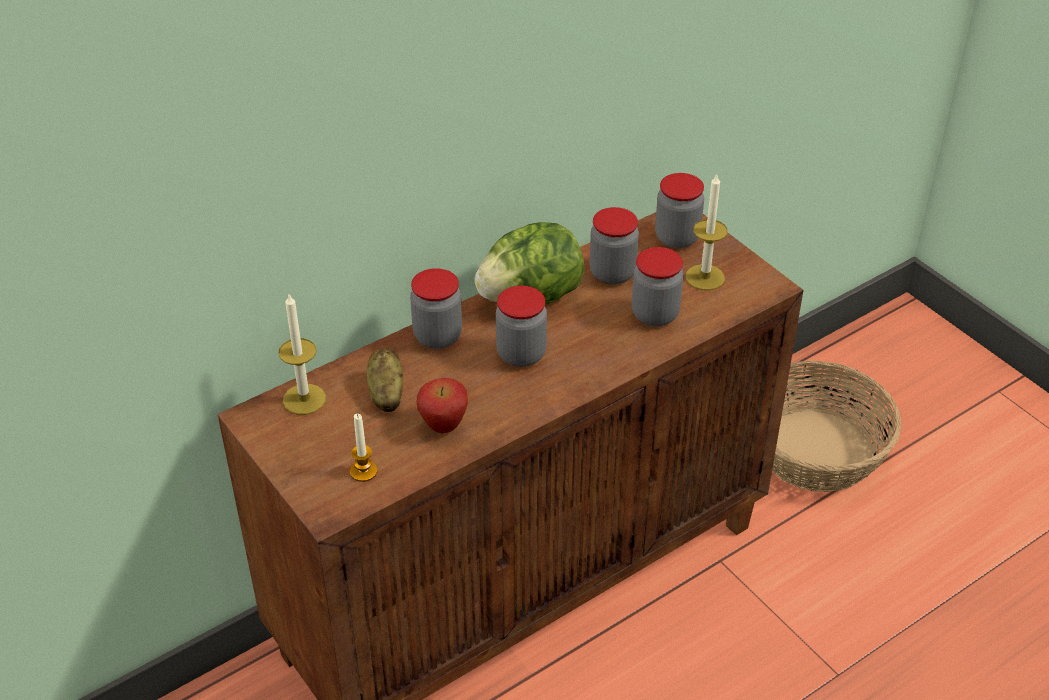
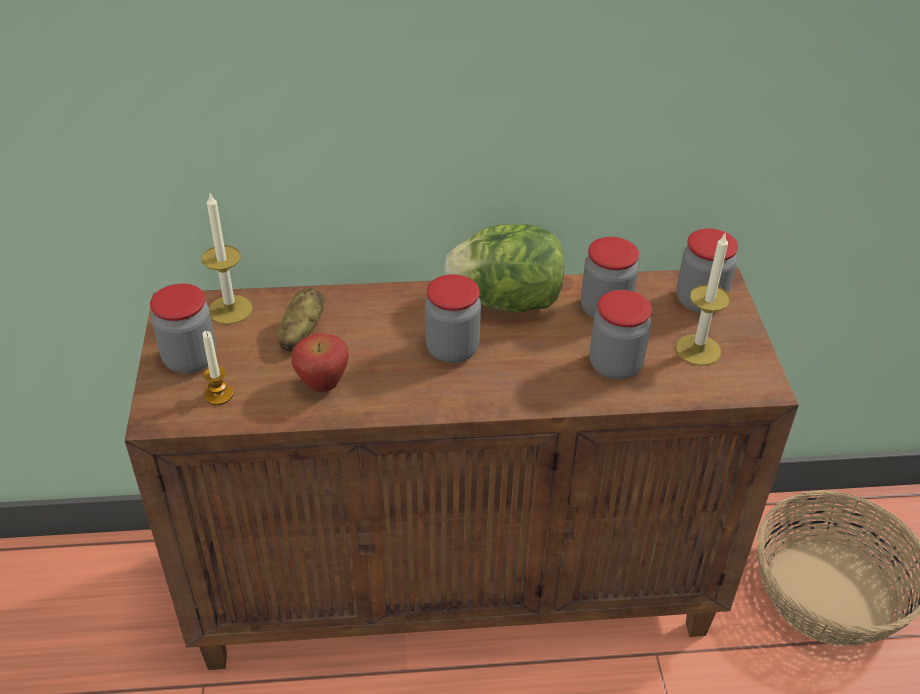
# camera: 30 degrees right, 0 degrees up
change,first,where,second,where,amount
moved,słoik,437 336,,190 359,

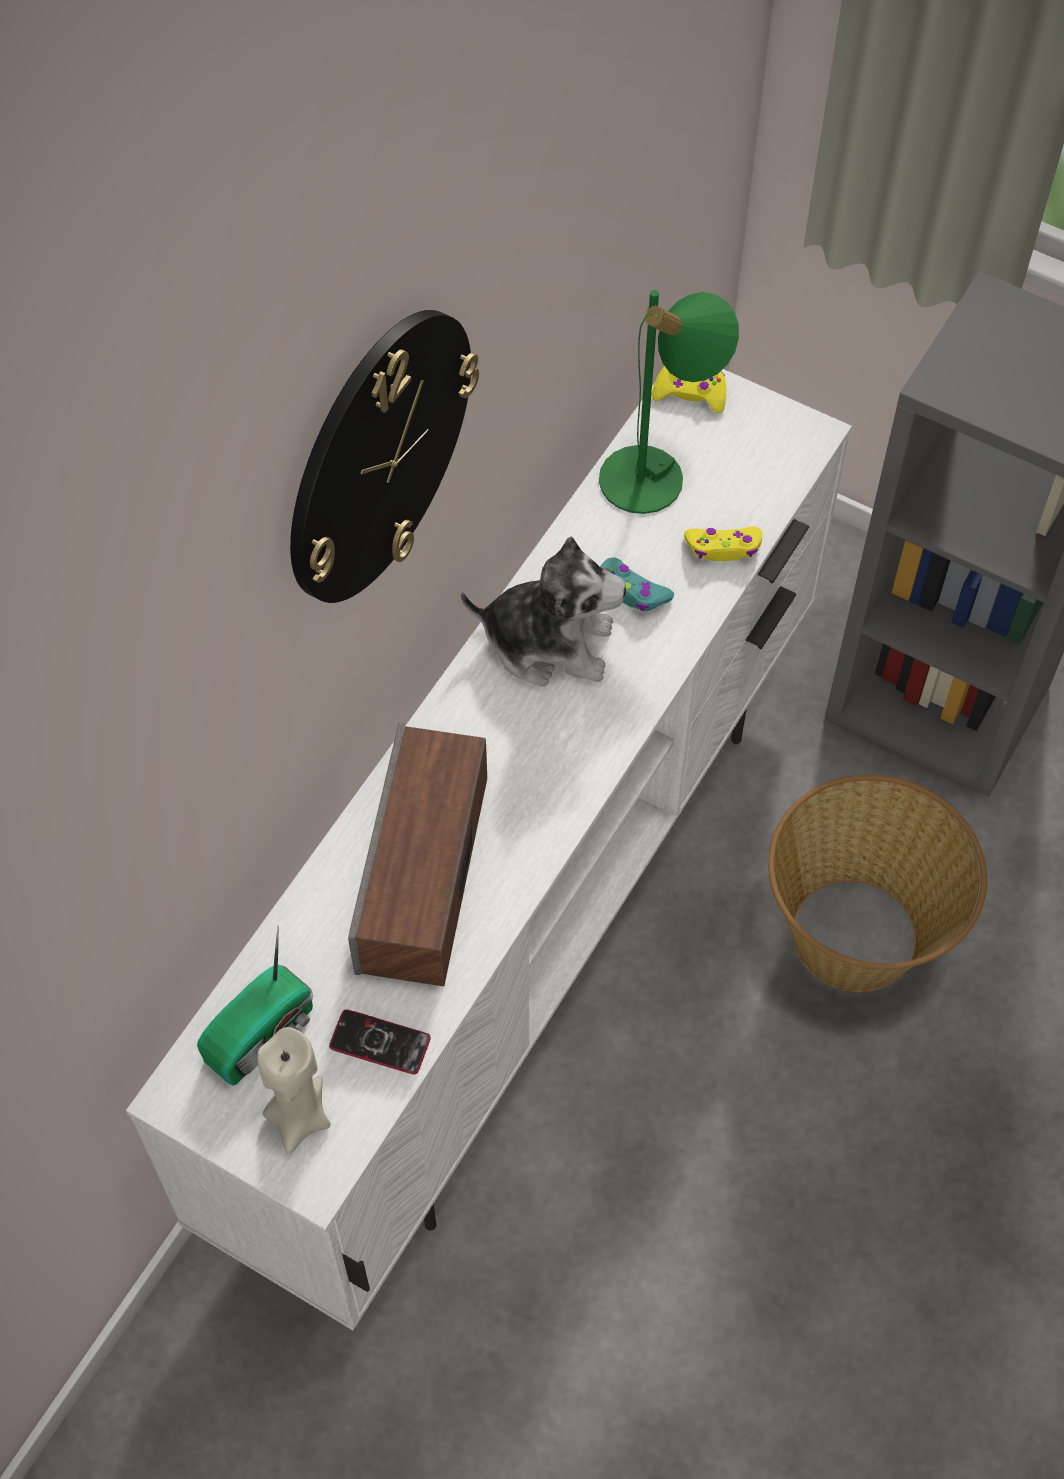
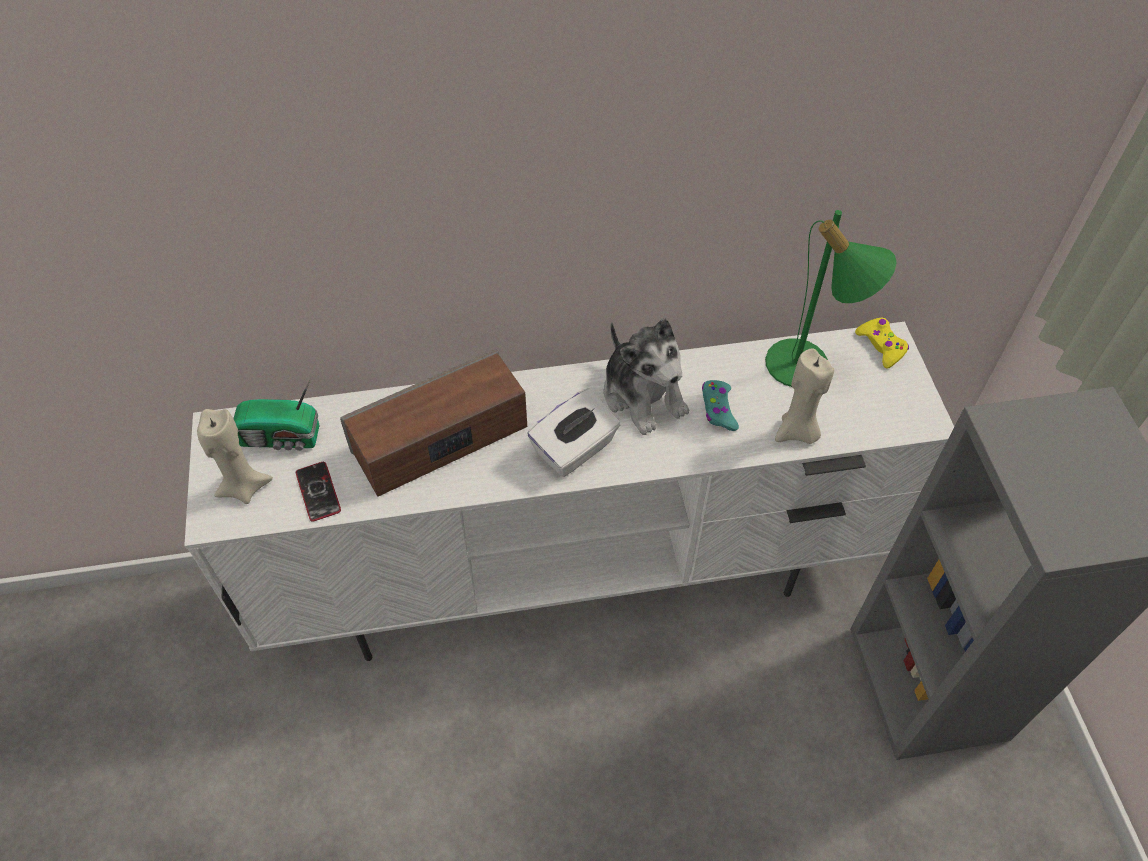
# camera: 50 degrees right, 5 degrees down
change,first,where,second,where,amount
removed,zegar ścienny,378 456,,,
replaced,pad do gier [żółty],723 548,świeca [beżowy],797 432,
removed,koszyk,856 935,,,
added,,,pudełko chusteczek [biały],574 449,

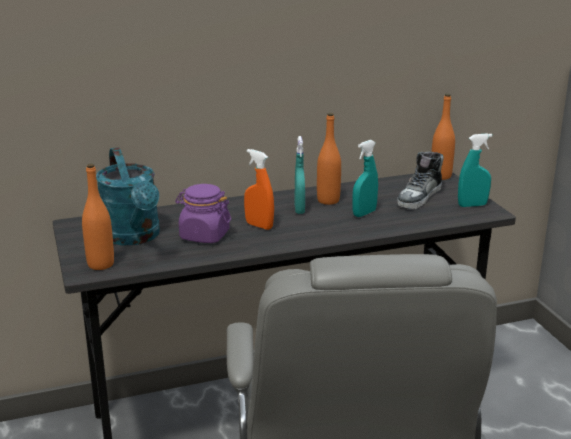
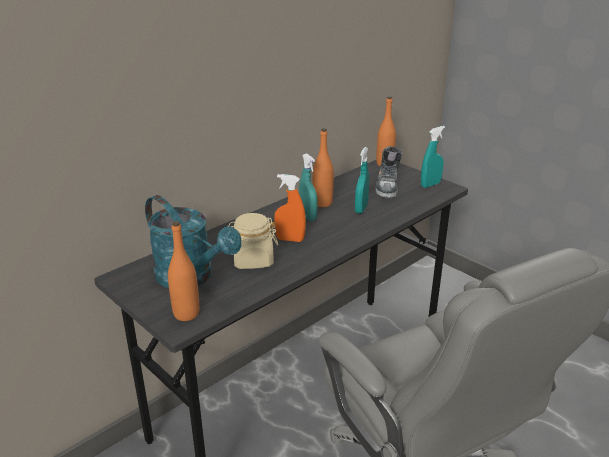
# camera: 25 degrees left, 5 degrees up
change,first,where,second,where,amount
recoloured,słoik [fioletowy],204 235,słoik [beżowy],253 260,

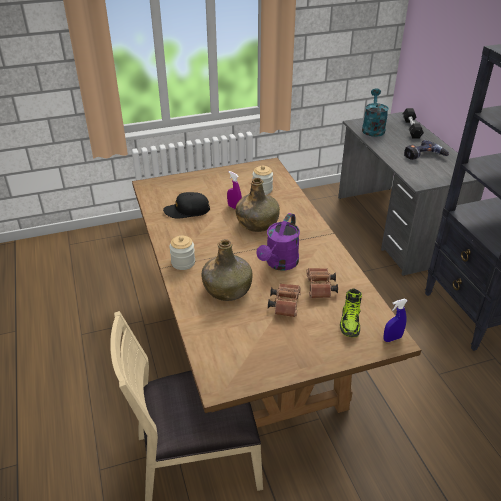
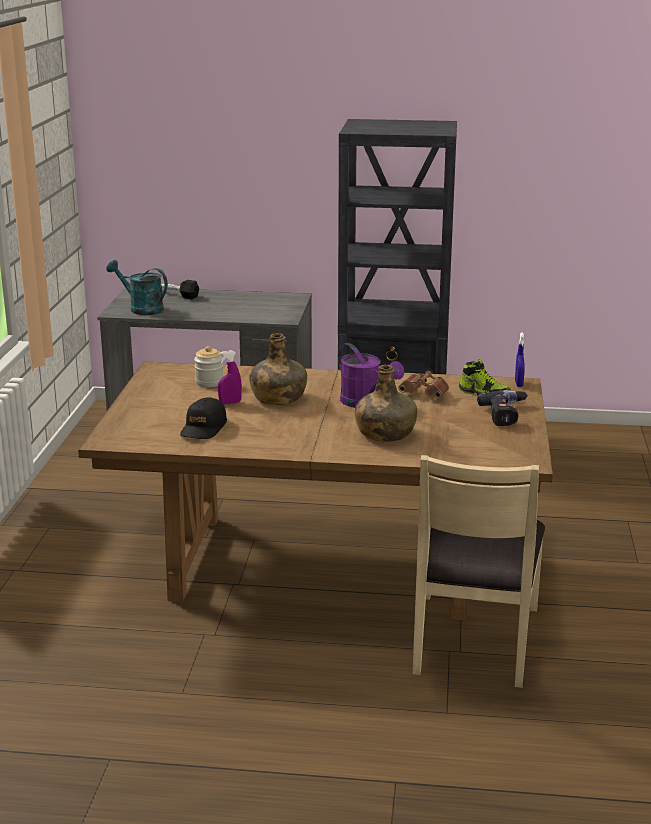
# camera: 65 degrees left, 15 degrees down
change,first,where,second,where,amount
removed,słoik,183 263,,,
removed,lornetka [brązowy],285 304,,,
moved,wiertarka,424 157,,507 415,

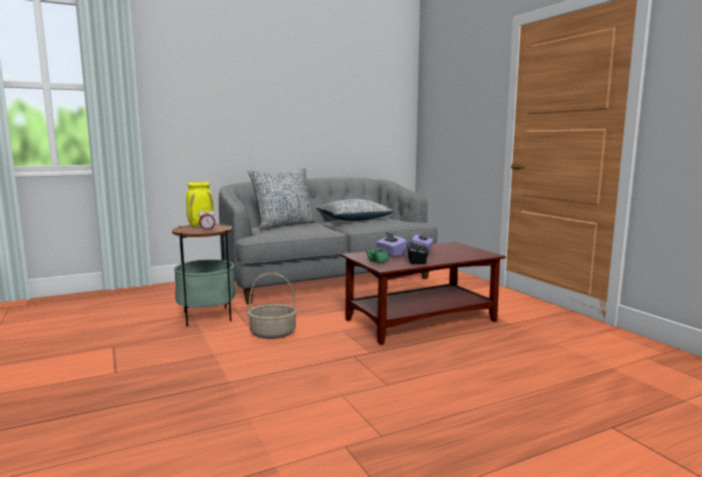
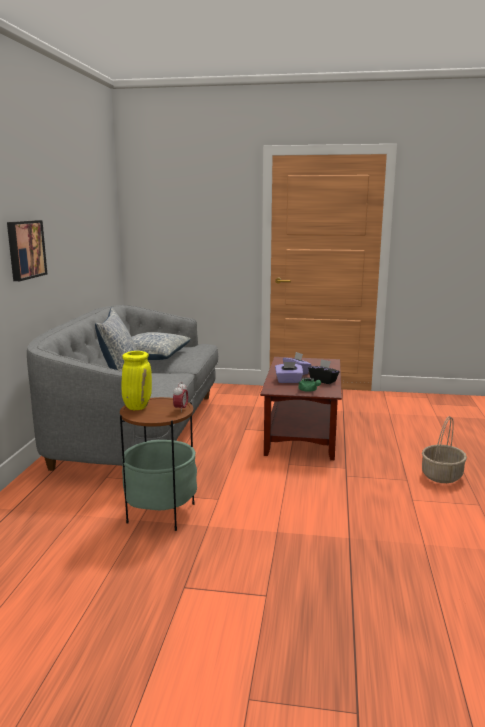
# camera: 55 degrees left, 5 degrees up
change,first,where,second,where,amount
moved,koszyk,273 333,,441 475,
added,,,obraz,25 249,

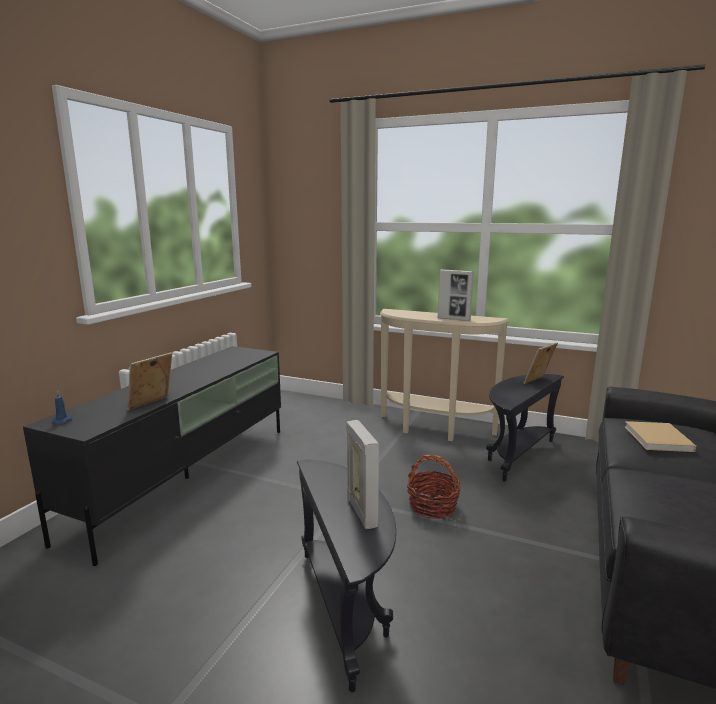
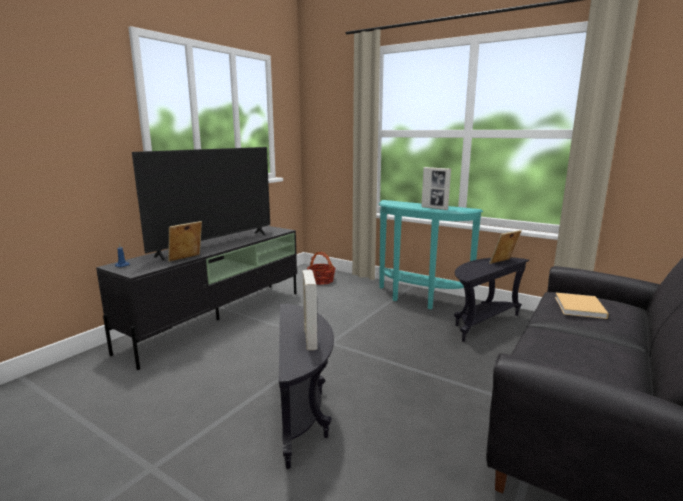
# camera: 10 degrees right, 0 degrees up
change,first,where,second,where,amount
recoloured,stolik konsolowy [beżowy],433 430,stolik konsolowy [turkusowy],418 300,
moved,koszyk,432 506,,321 280,
added,,,telewizor,215 245,

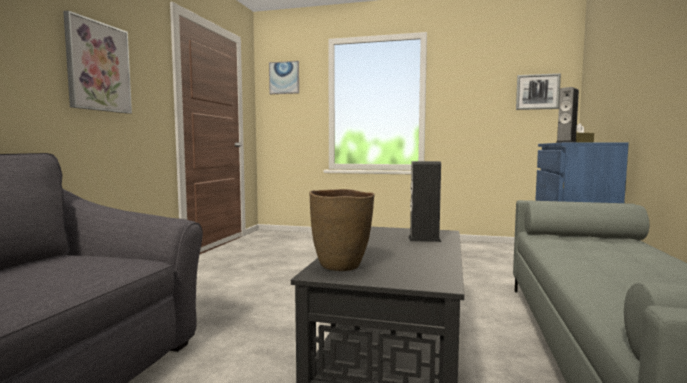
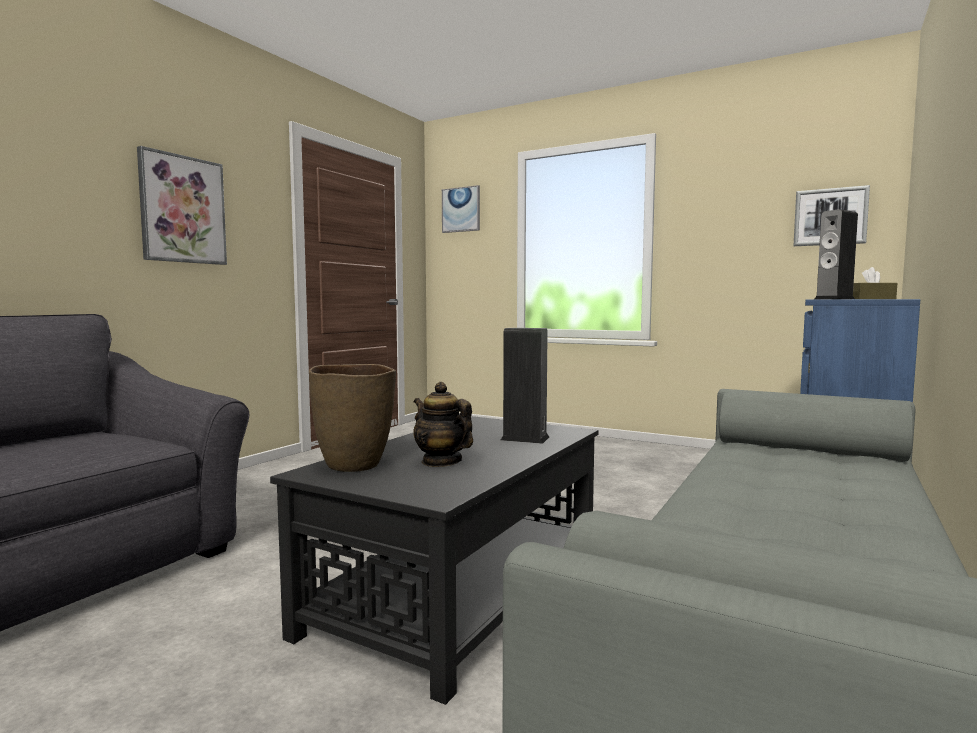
# camera: 15 degrees right, 0 degrees up
change,first,where,second,where,amount
added,,,imbryk,441 462,

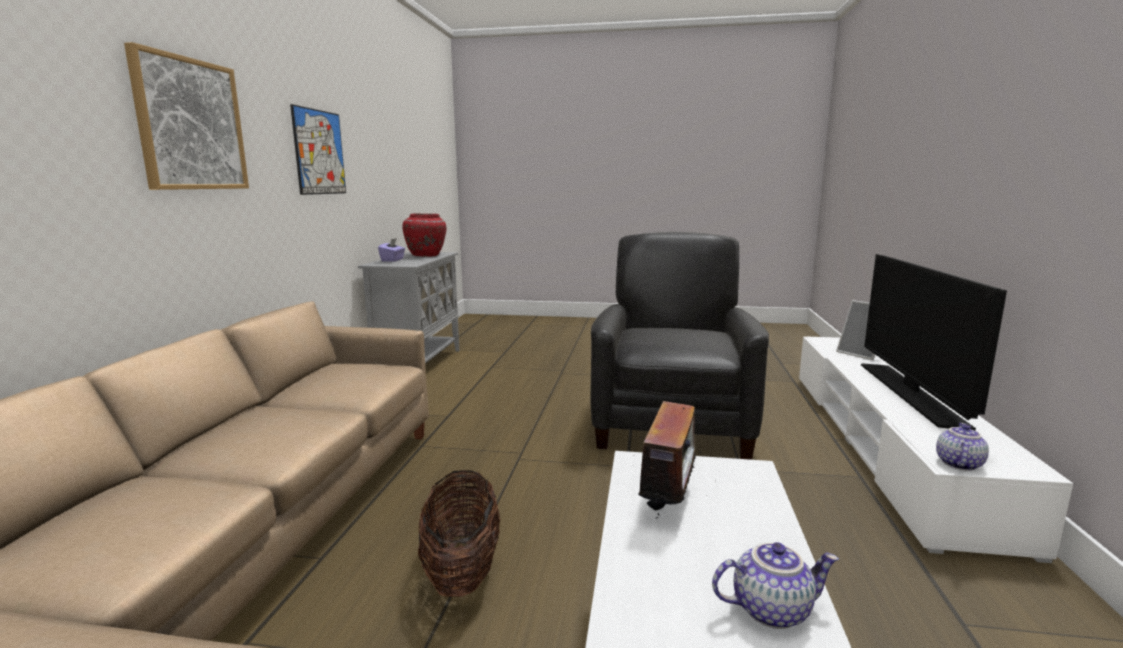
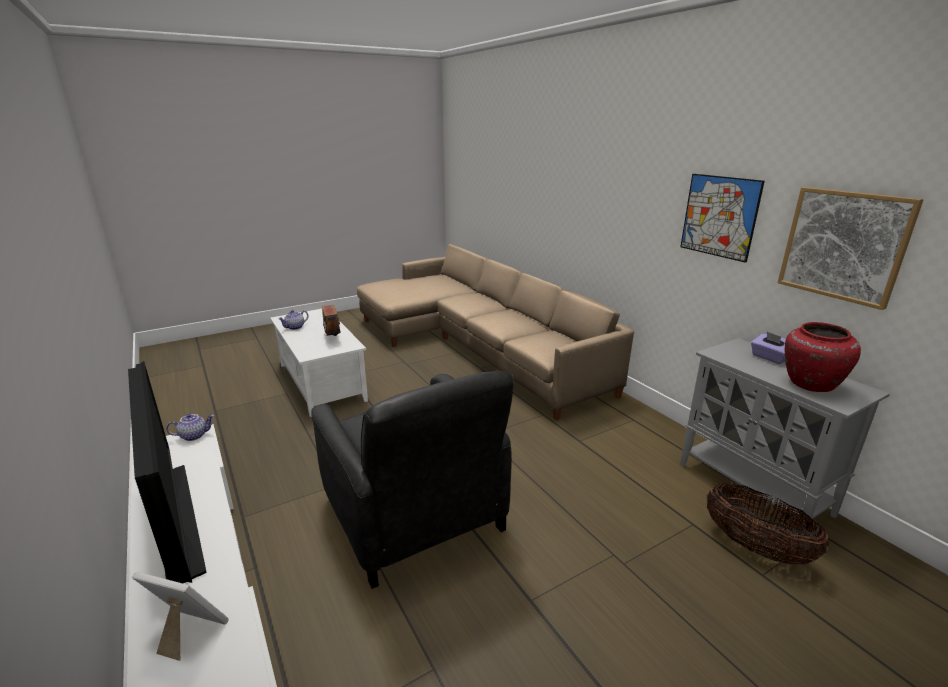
# camera: 140 degrees right, 10 degrees up
change,first,where,second,where,amount
moved,obraz,190 125,,843 245,
moved,koszyk,462 570,,755 547,
turned,imbryk,957 463,,194 435,105 degrees counterclockwise

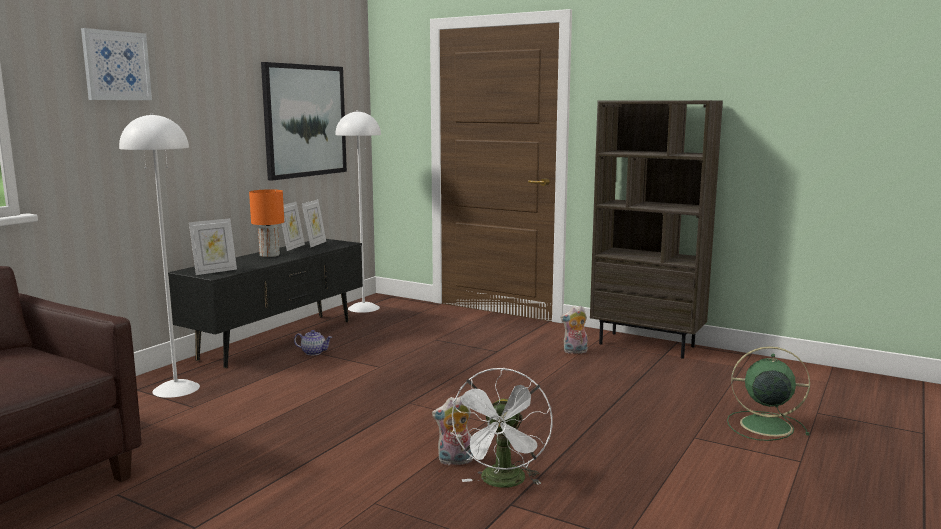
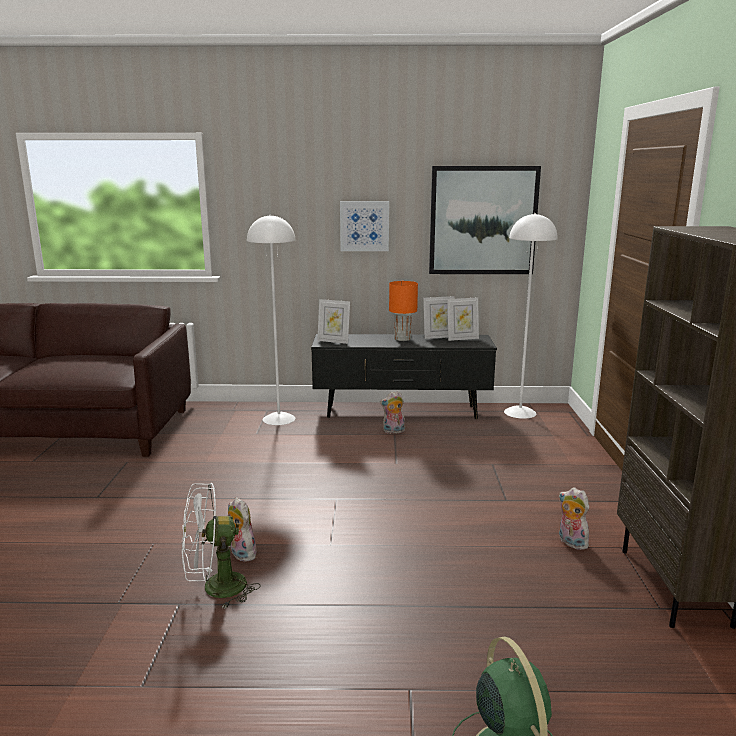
# camera: 60 degrees right, 5 degrees up
change,first,where,second,where,amount
moved,obraz,116 66,,364 226,
replaced,imbryk,314 352,pluszak,393 431,

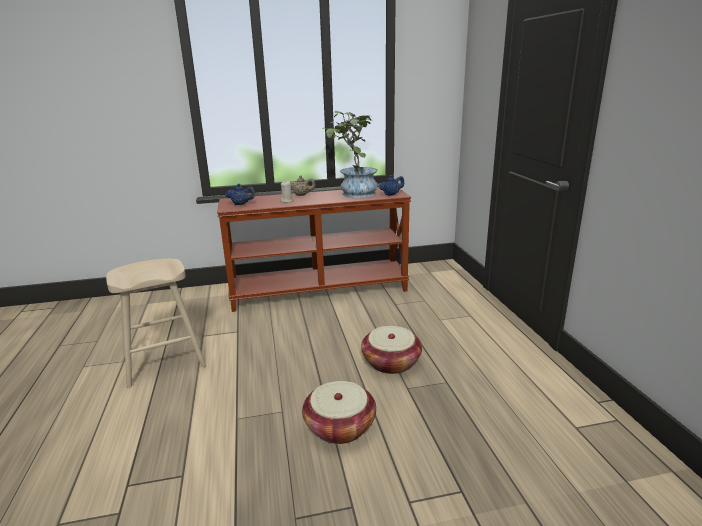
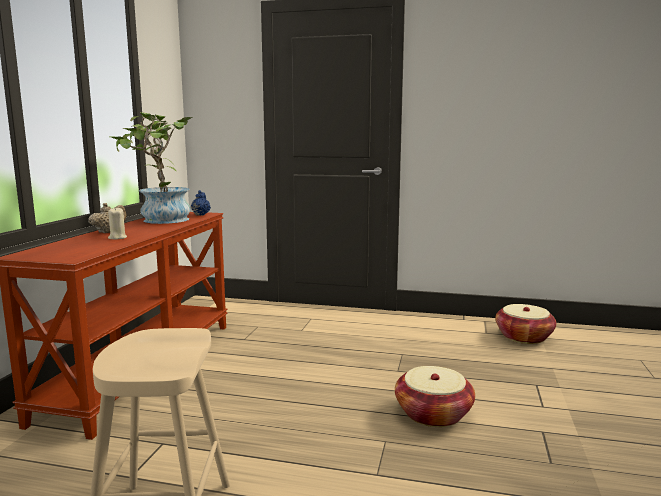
# camera: 65 degrees left, 10 degrees down
change,first,where,second,where,amount
removed,imbryk [niebieski],241 204,,,
moved,koszyk,391 362,,523 337,

